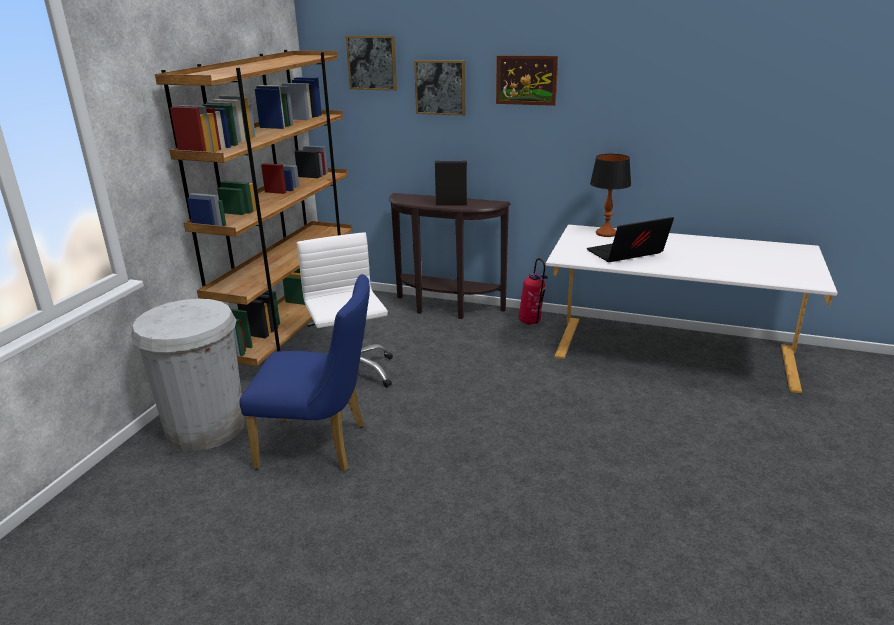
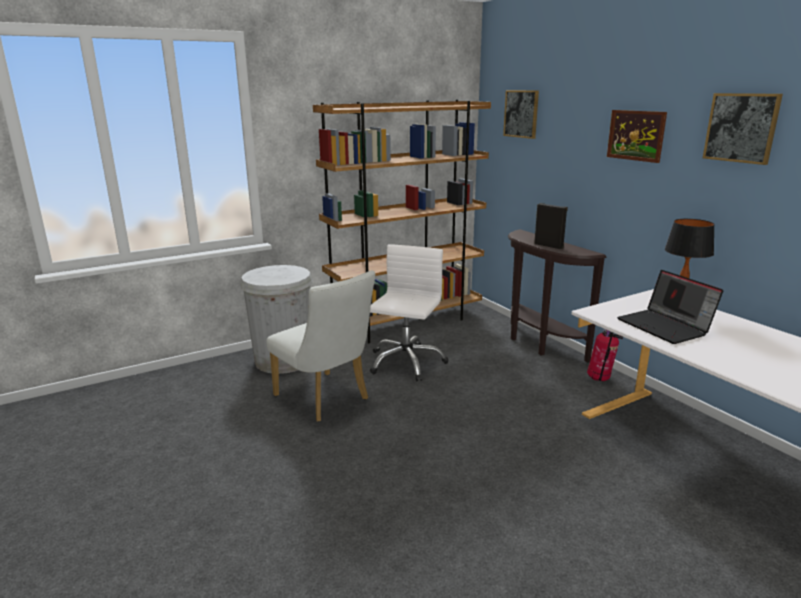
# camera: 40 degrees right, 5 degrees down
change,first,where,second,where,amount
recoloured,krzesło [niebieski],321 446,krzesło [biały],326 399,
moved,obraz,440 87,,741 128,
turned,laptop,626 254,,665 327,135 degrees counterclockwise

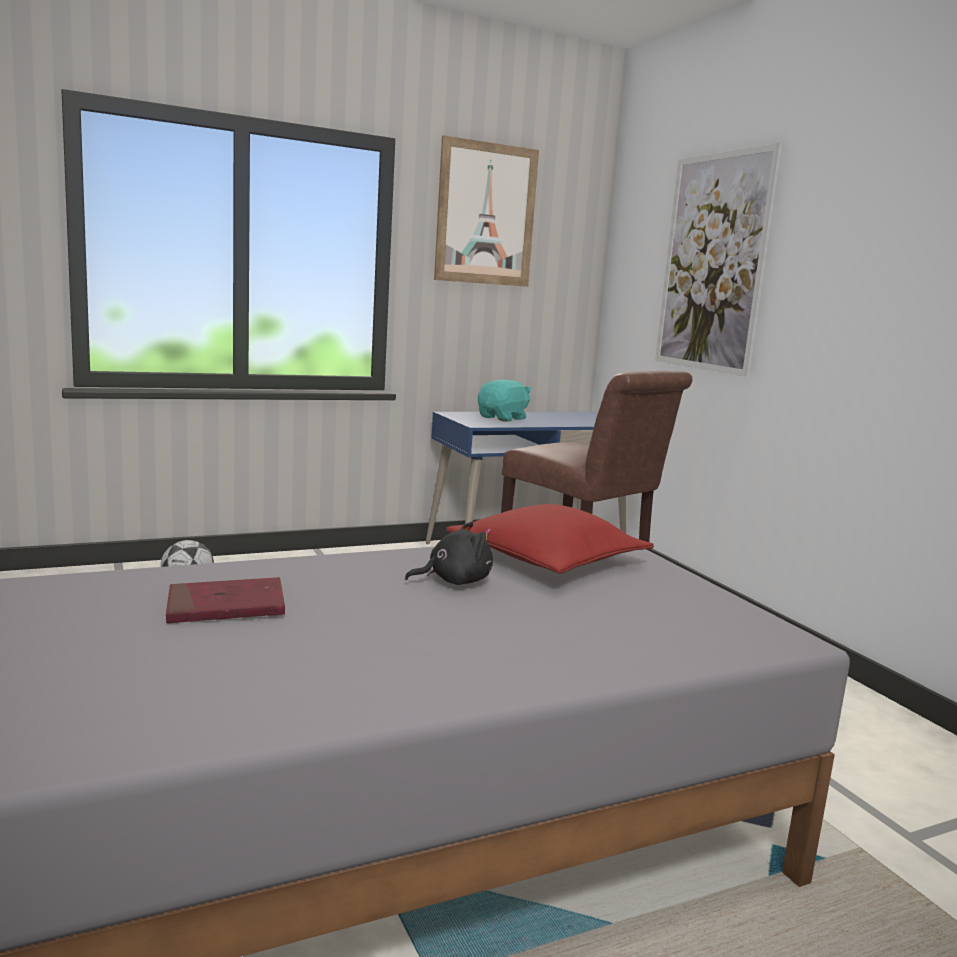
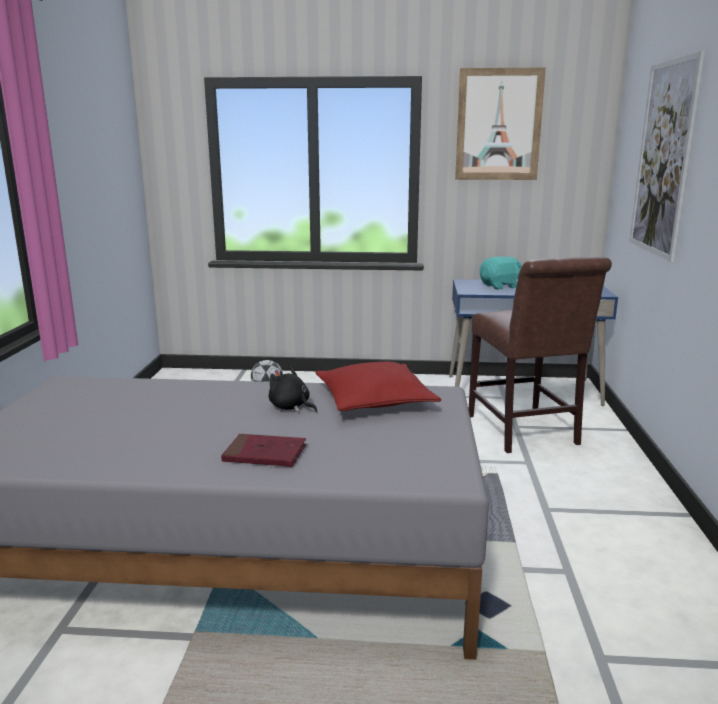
# camera: 30 degrees right, 5 degrees up
change,first,where,second,where,amount
moved,książka [czerwony],226 607,,265 454,
turned,pluszak [czarny],454 581,,291 407,150 degrees counterclockwise

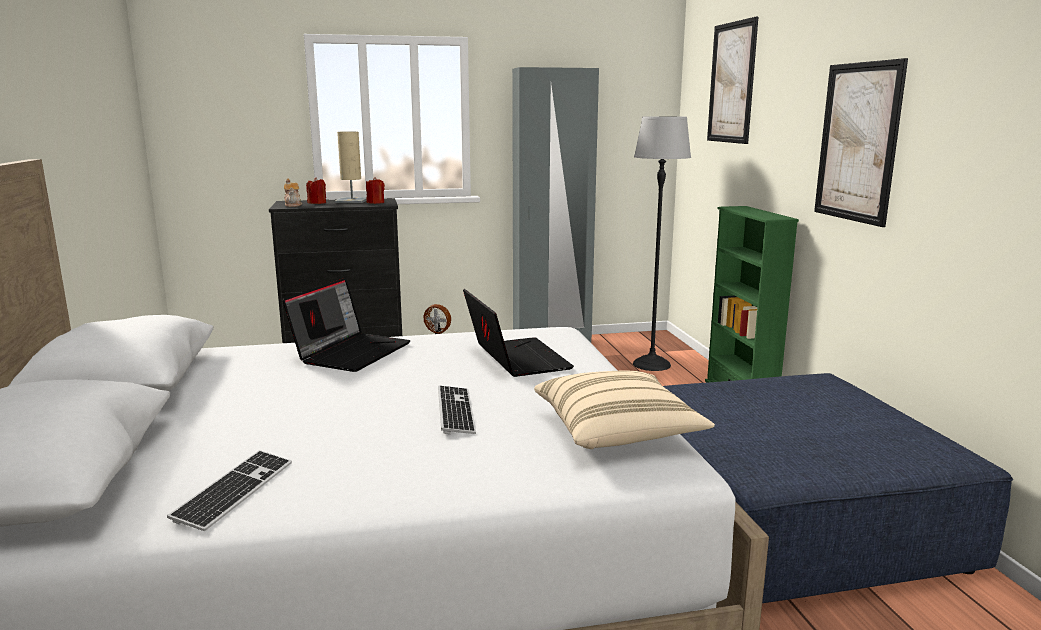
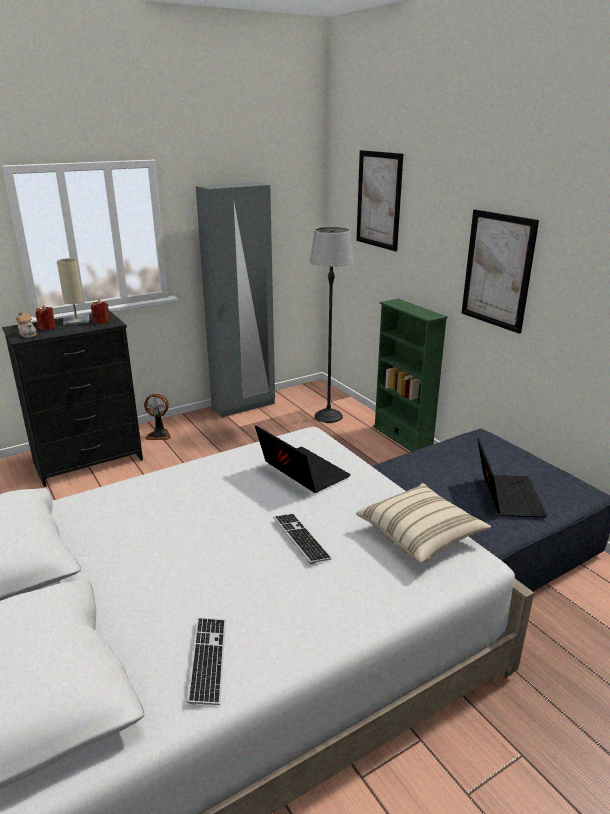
# camera: 20 degrees left, 10 degrees up
change,first,where,second,where,amount
moved,laptop,351 352,,506 496,

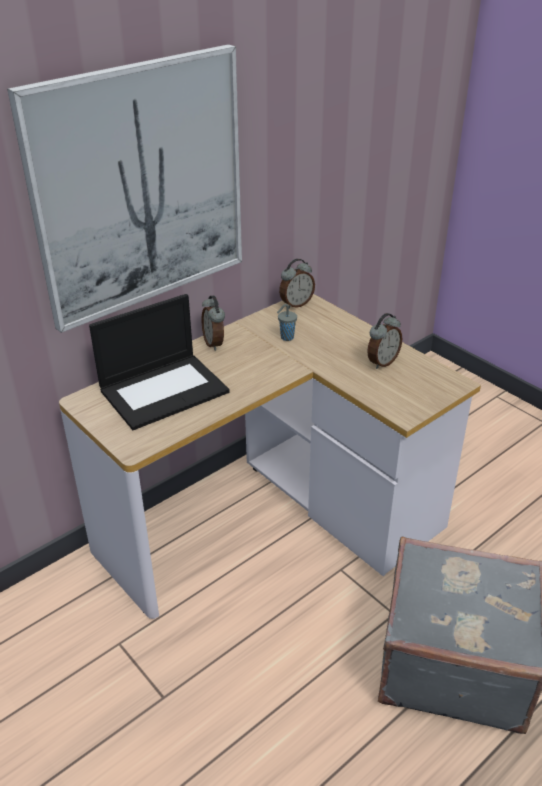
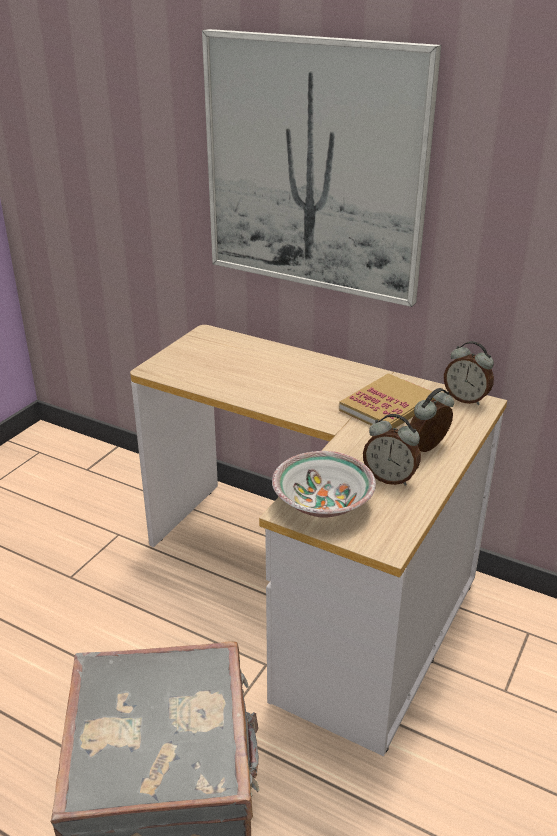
# camera: 70 degrees right, 5 degrees down
change,first,where,second,where,amount
removed,laptop,164 390,,,
moved,budzik,214 343,,428 448,
replaced,filiżanka [szary],286 338,książka,388 406,
added,,,miska,323 502,

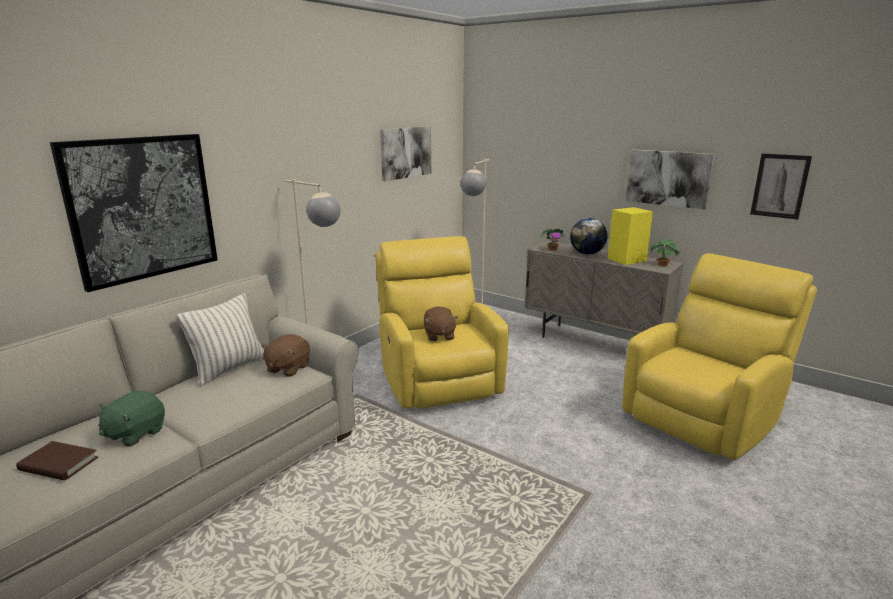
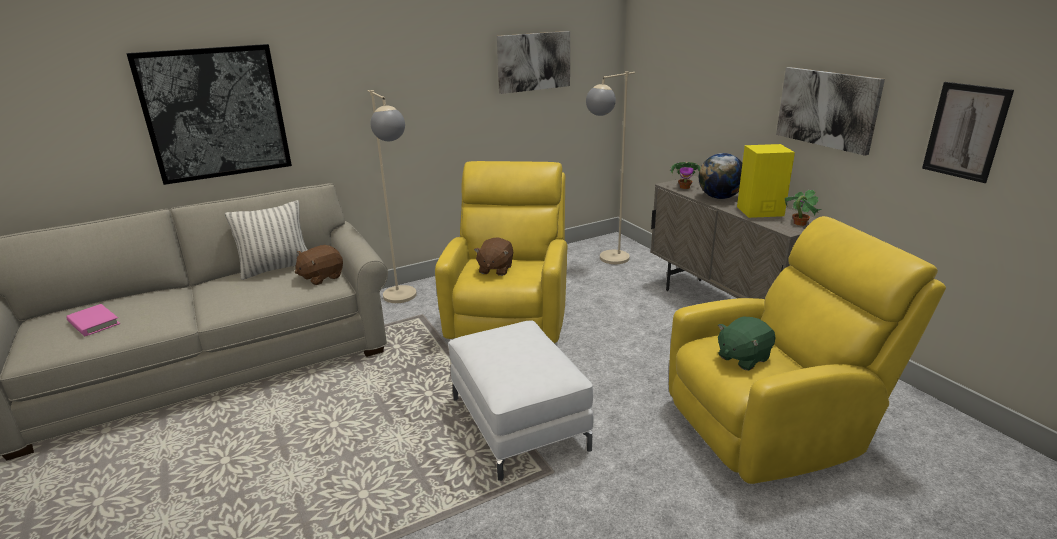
# camera: 25 degrees right, 5 degrees up
change,first,where,second,where,amount
recoloured,książka [brązowy],58 464,książka [różowy],94 323,
moved,pluszak [zielony],135 433,,742 357,
added,,,pufa [biały],518 423,

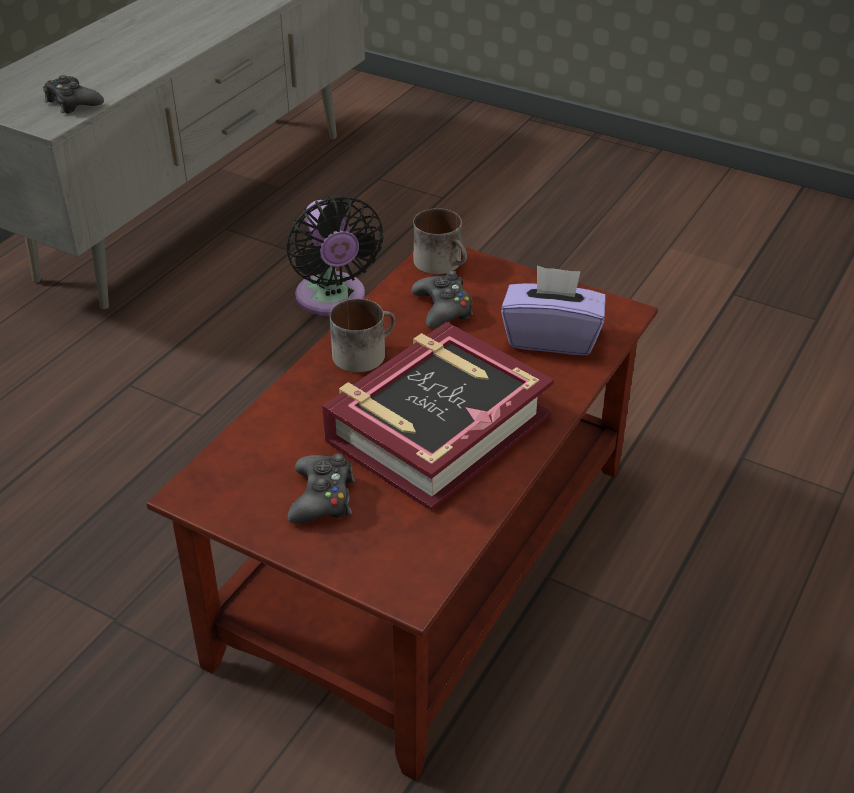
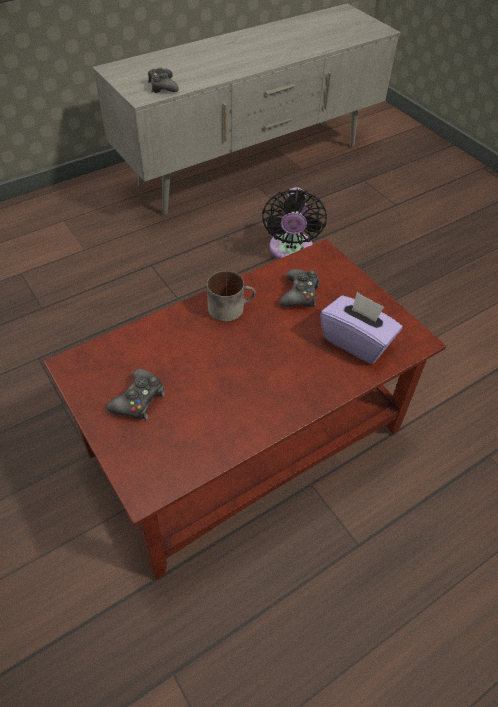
# camera: 25 degrees right, 10 degrees up
change,first,where,second,where,amount
removed,książka,437 428,,,
removed,kubek,443 263,,,

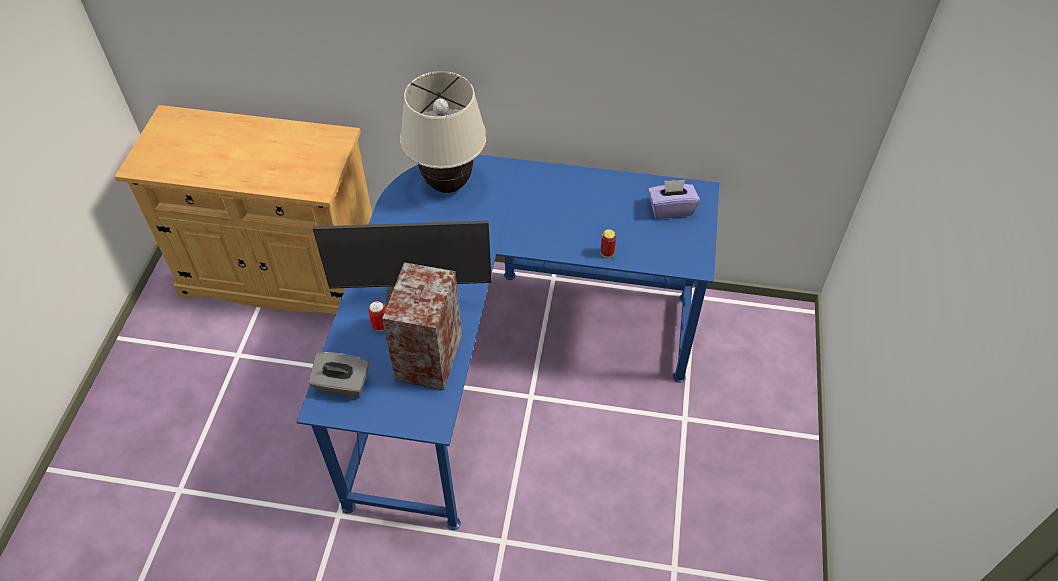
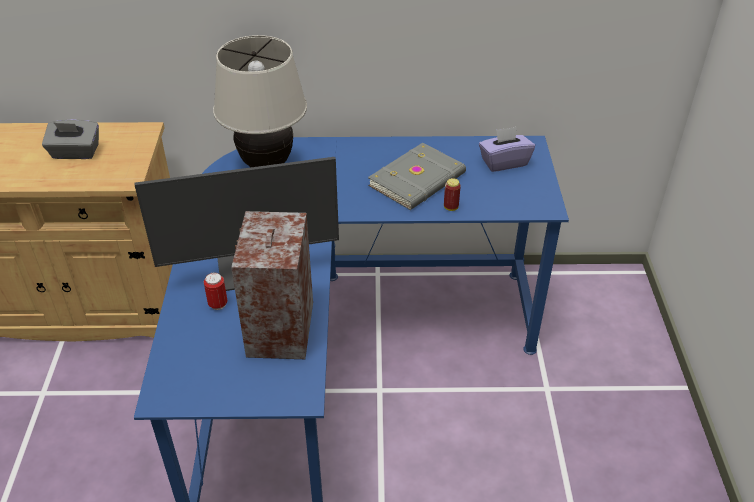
# camera: 10 degrees left, 10 degrees down
change,first,where,second,where,amount
moved,pudełko chusteczek [szary],342 385,,75 153,
added,,,książka [szary],418 180,

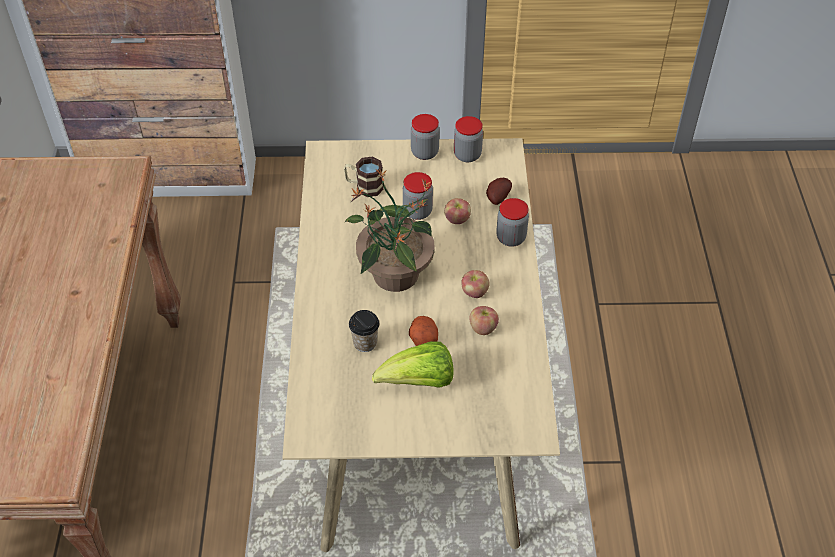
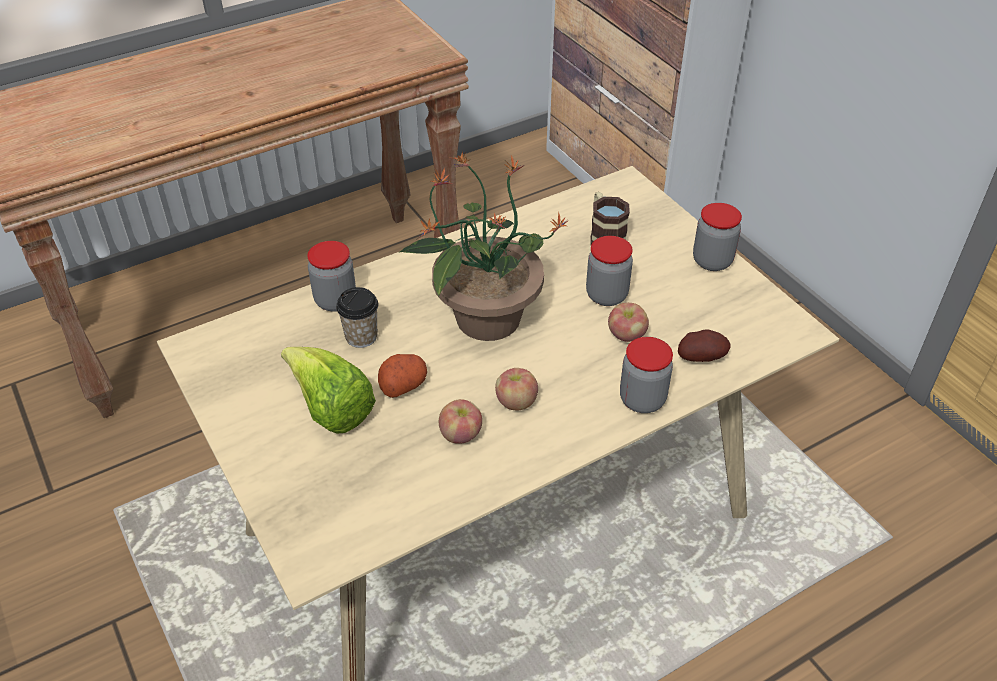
# camera: 60 degrees right, 5 degrees down
change,first,where,second,where,amount
moved,słoik,467 155,,335 300,

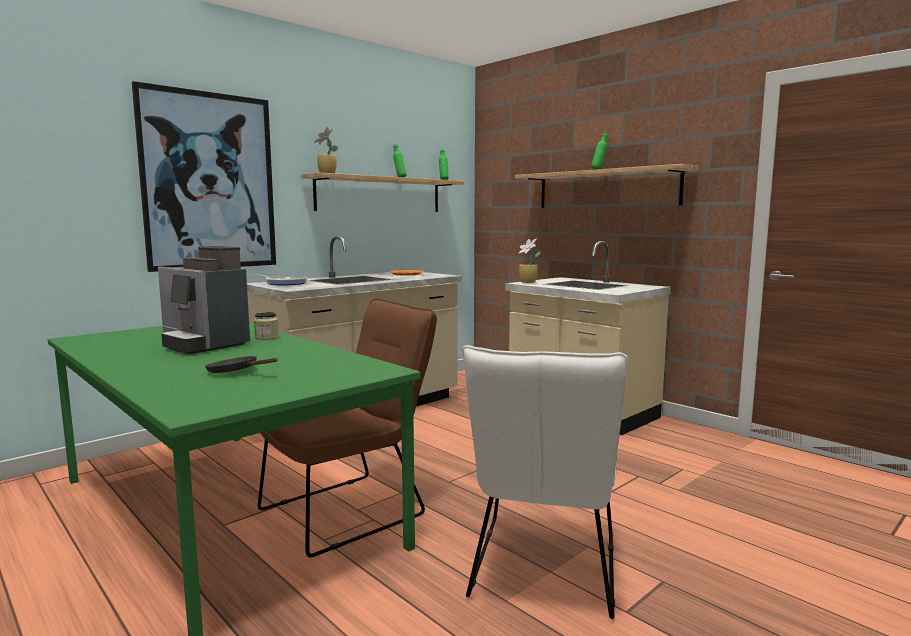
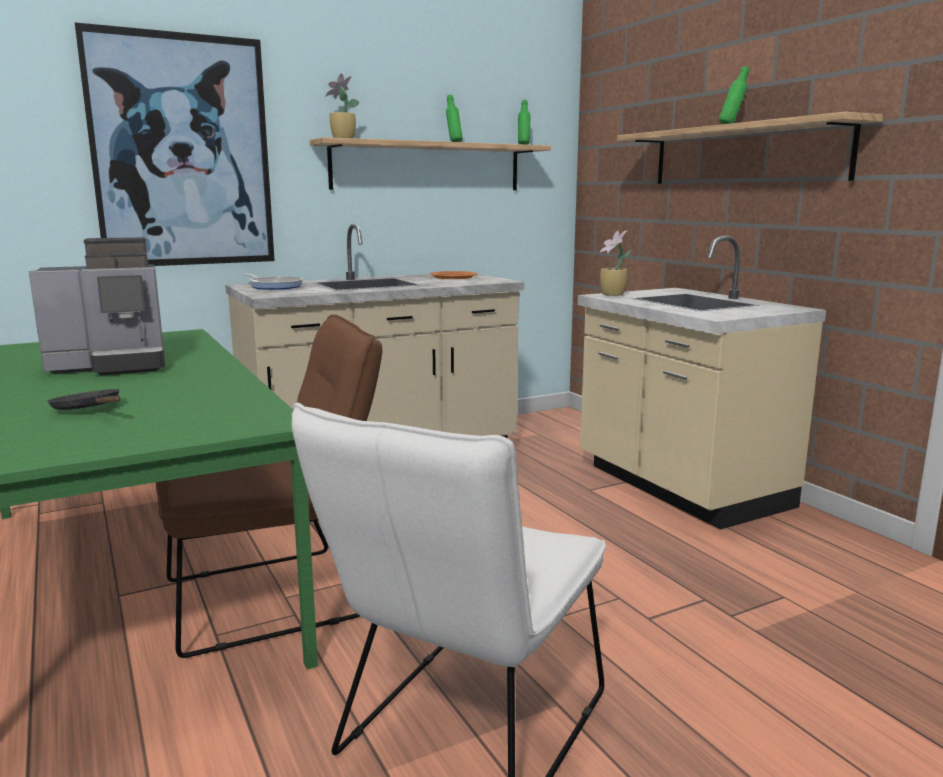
# camera: 15 degrees right, 5 degrees up
change,first,where,second,where,amount
turned,ekspres do kawy,203 344,,113 366,75 degrees counterclockwise
removed,słoik,266 337,,,

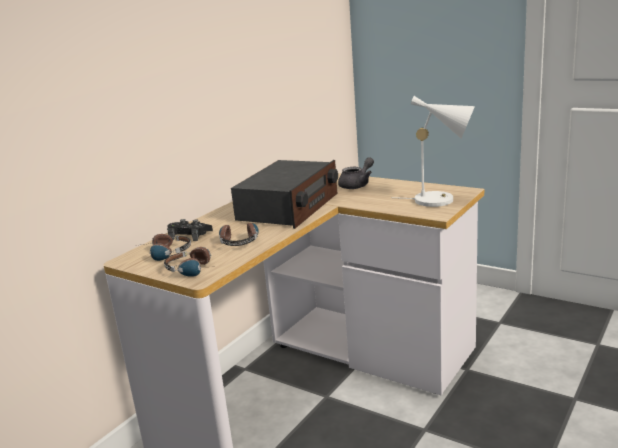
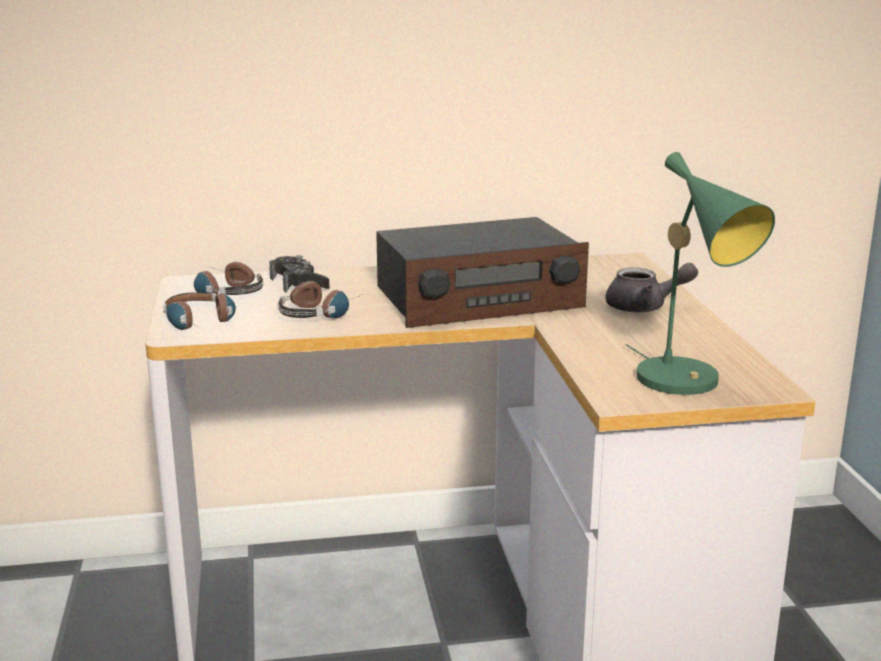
# camera: 45 degrees right, 0 degrees up
change,first,where,second,where,amount
recoloured,lampa stołowa [biały],440 200,lampa stołowa [zielony],687 383,

